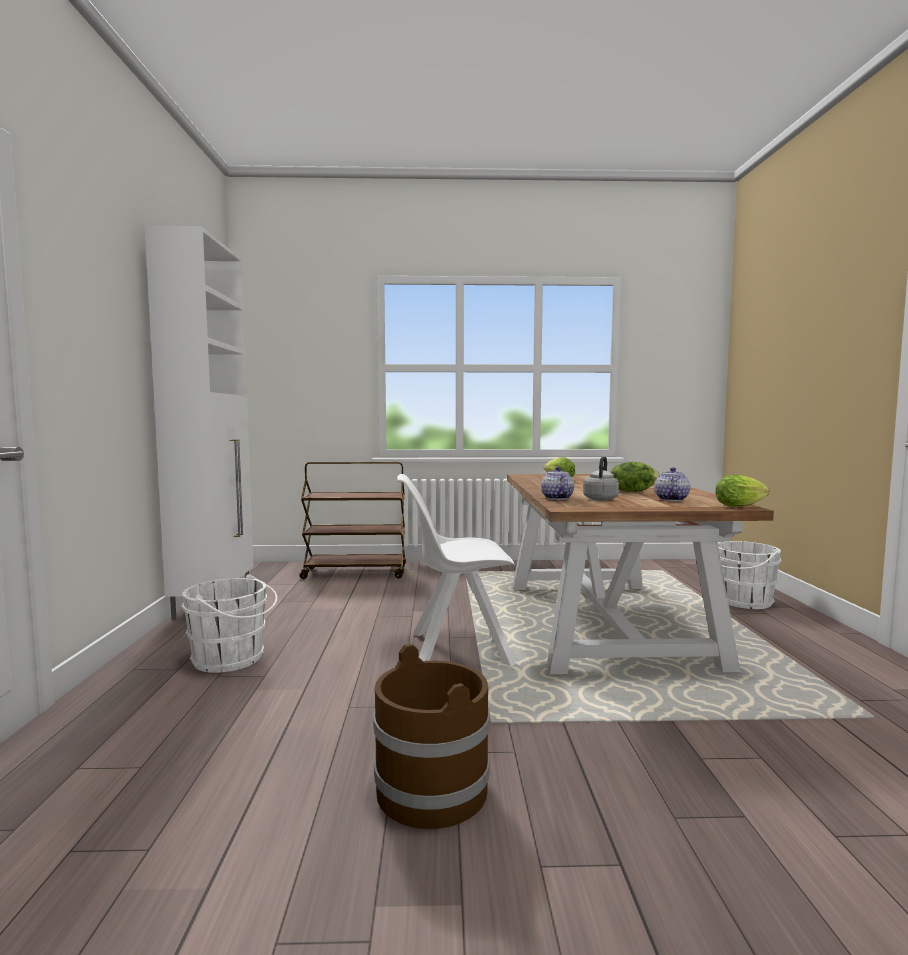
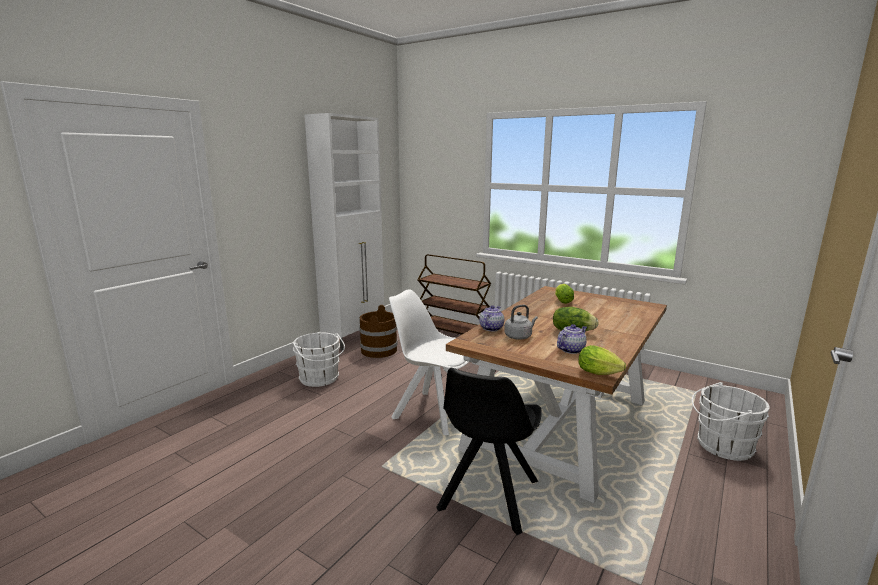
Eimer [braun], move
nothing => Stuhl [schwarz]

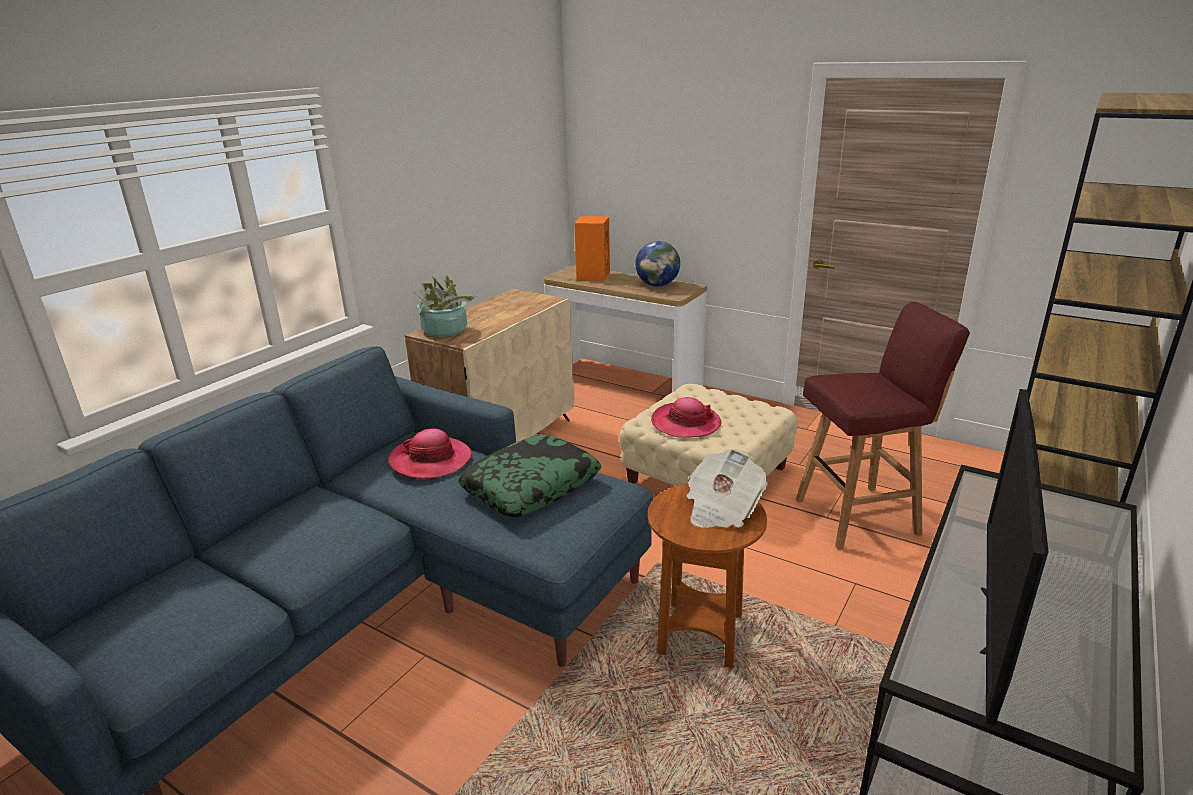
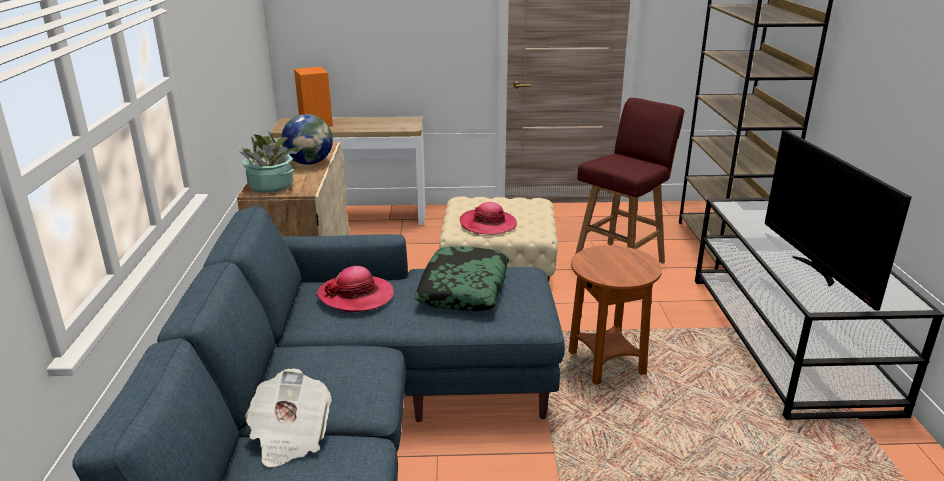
Globus, move
Zeitung, move

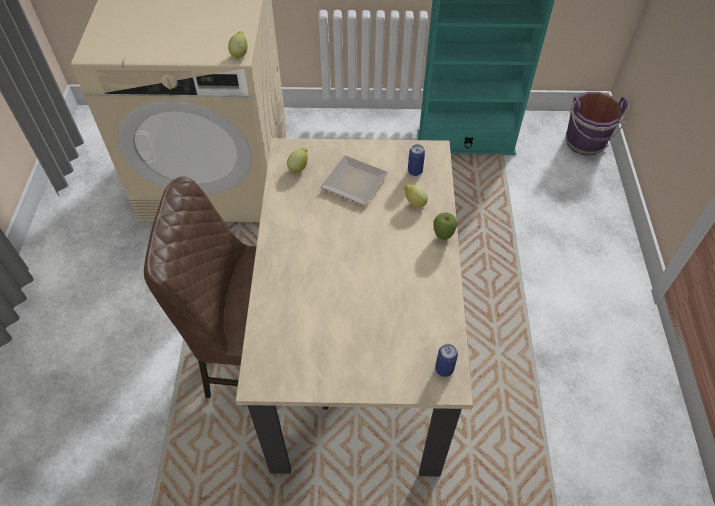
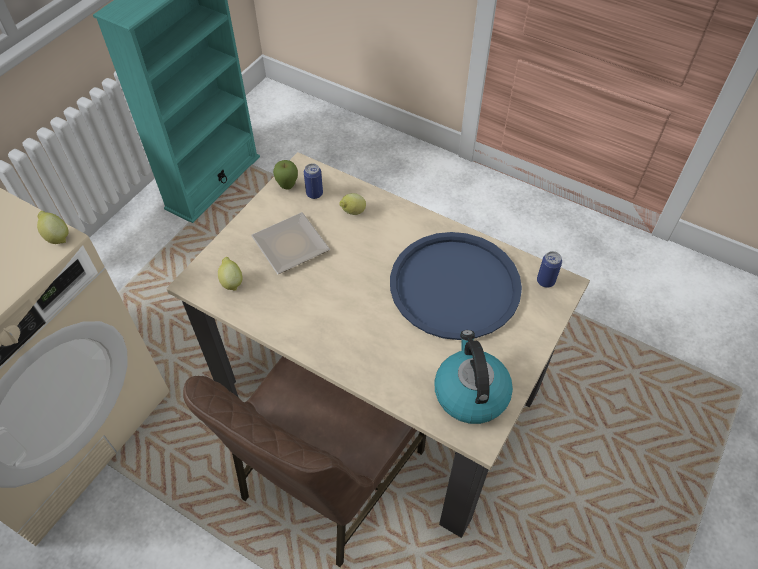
Eimer [lila] => nothing
Apfel, move
nothing => Tablett [blau]
nothing => Wasserkessel

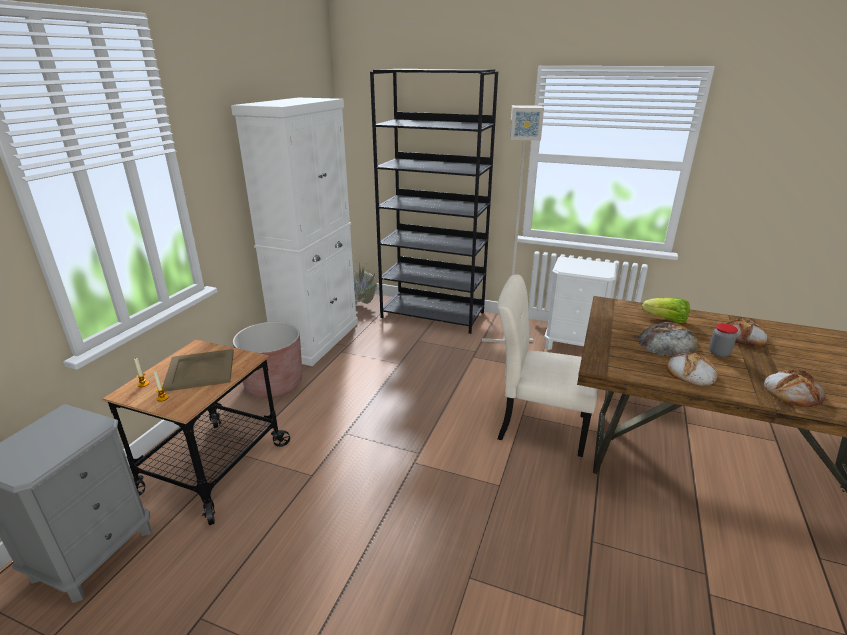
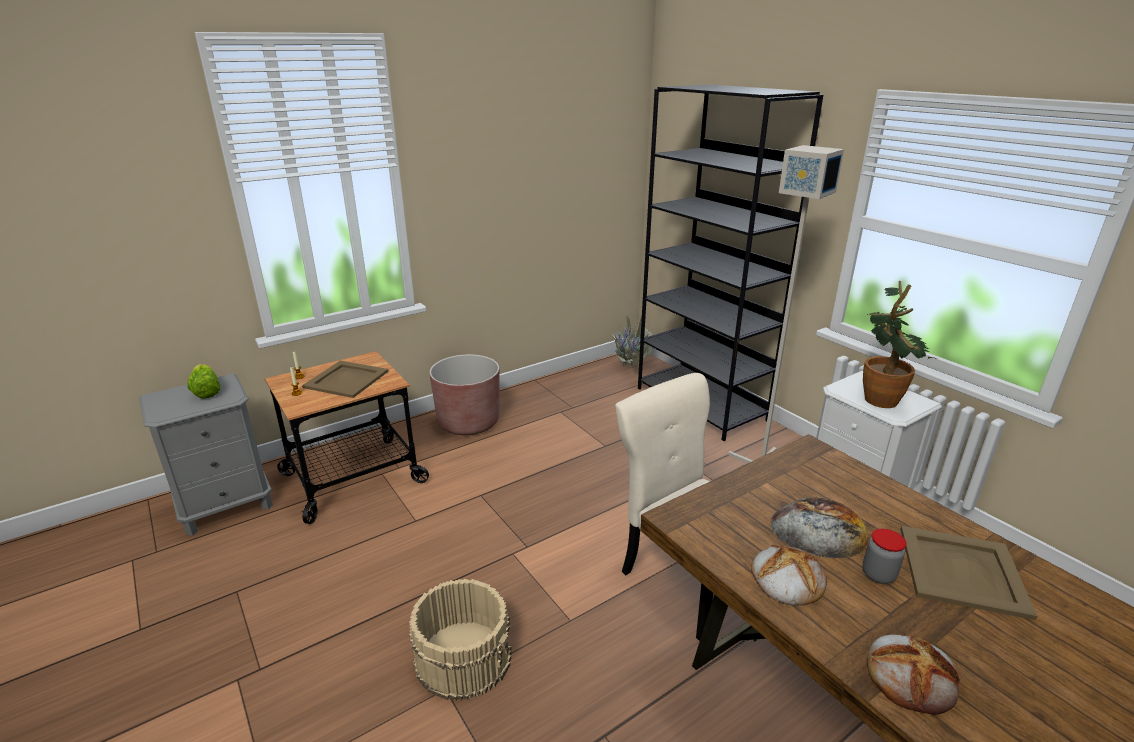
Schrank [weiß] => nothing
Salatkopf, move
Brot (3rd from left) => Tablett [beige] (2nd from left)
nothing => Topfpflanze (2nd from left)
nothing => Eimer [beige]

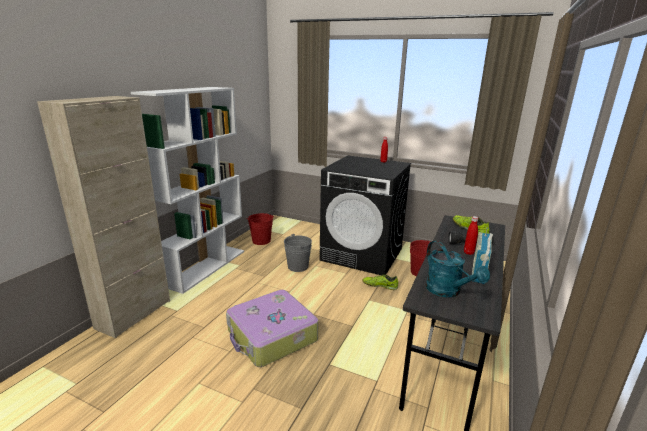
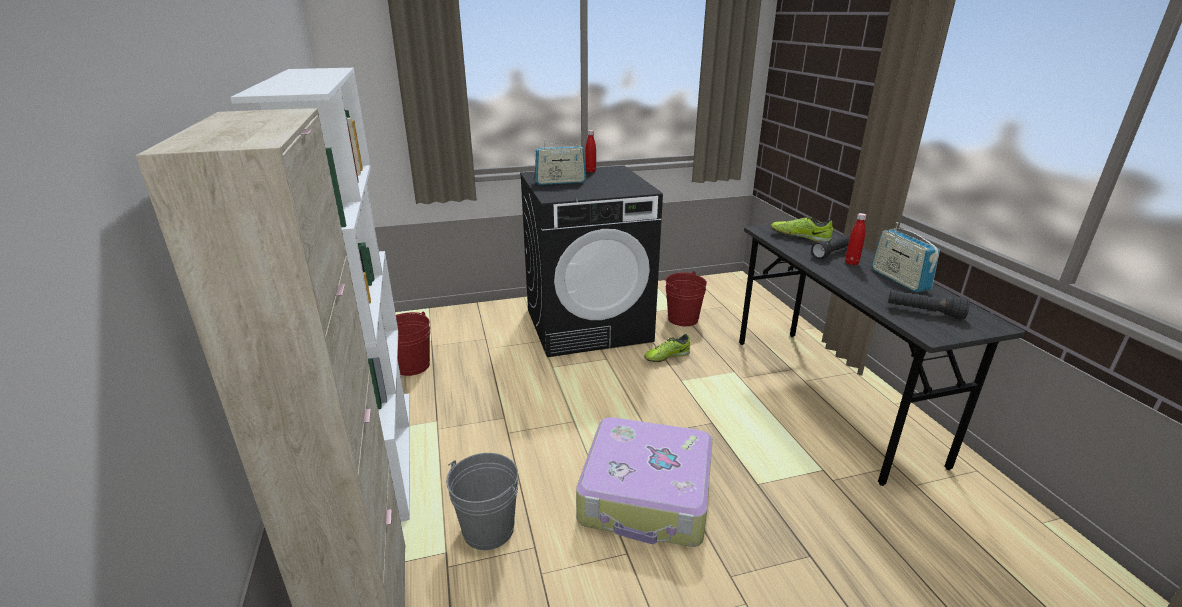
Eimer [grau], move
Gießkanne [türkis] => Taschenlampe [schwarz] (2nd from left)
nothing => Radio (1st from left)

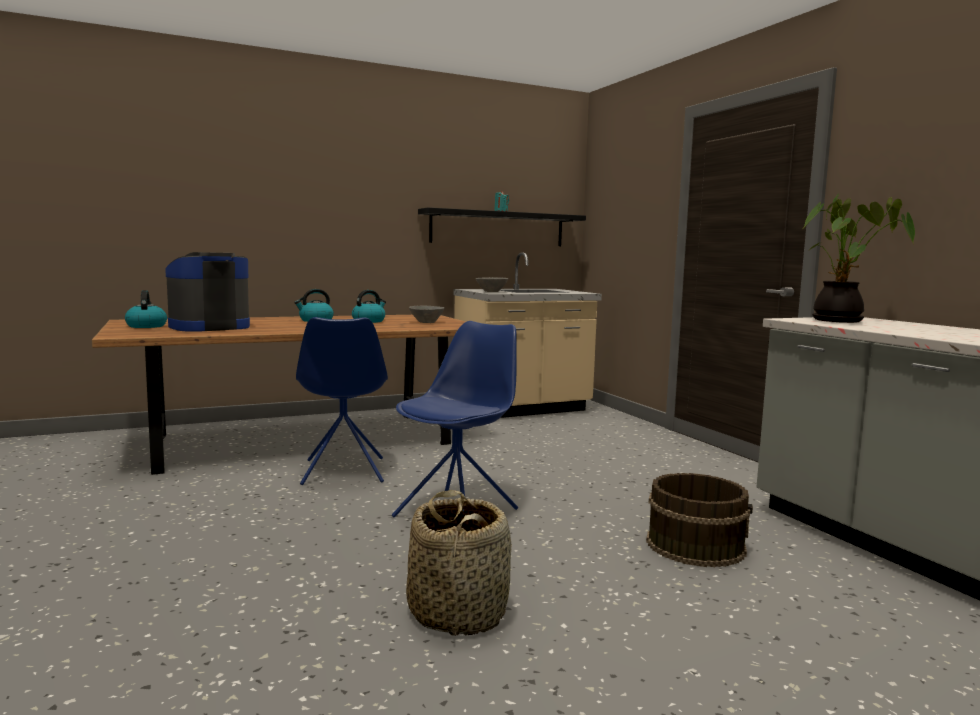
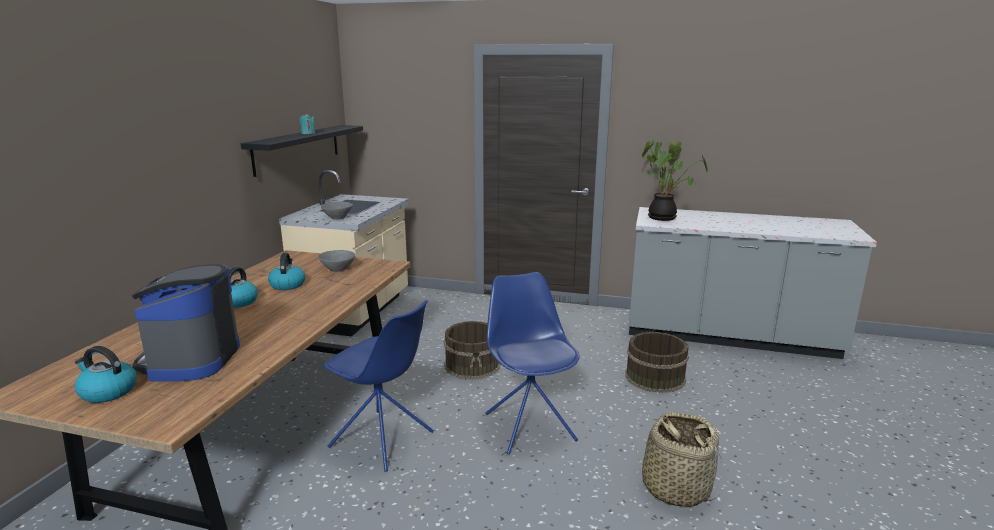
nothing => Eimer [braun] (1st from left)

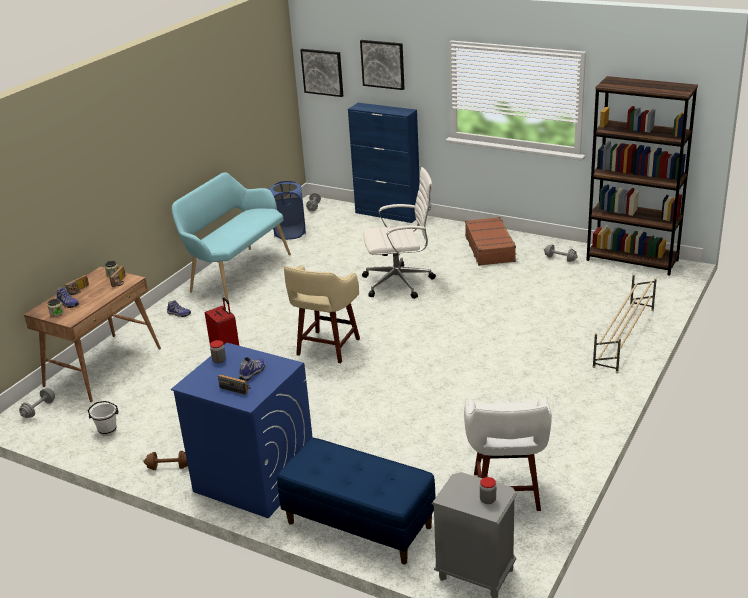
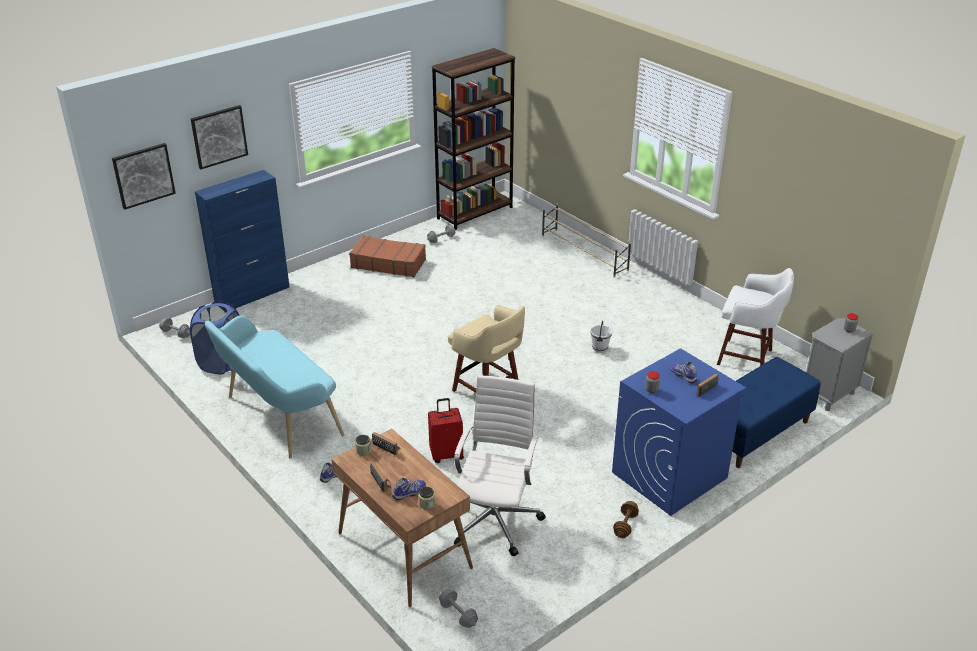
Bürostuhl [weiß], move
Eimer [weiß], move

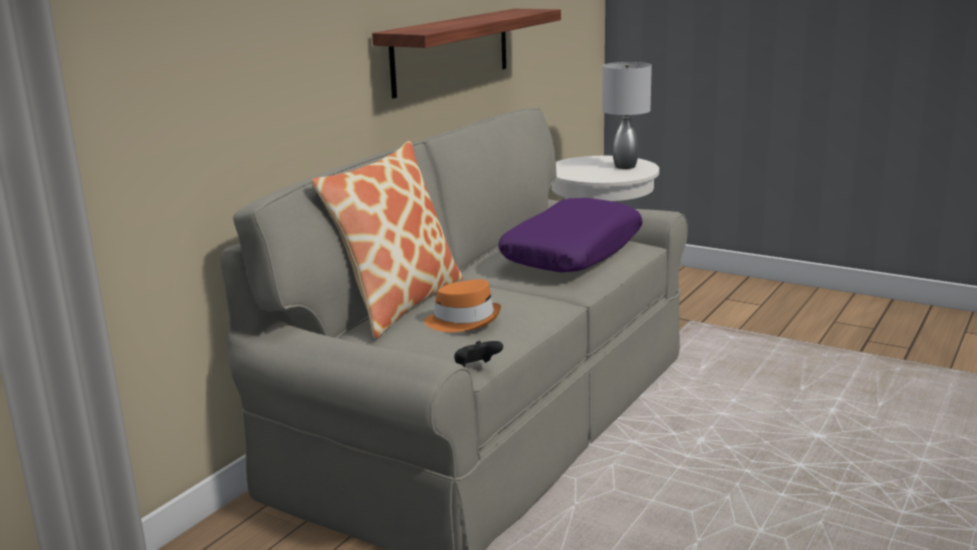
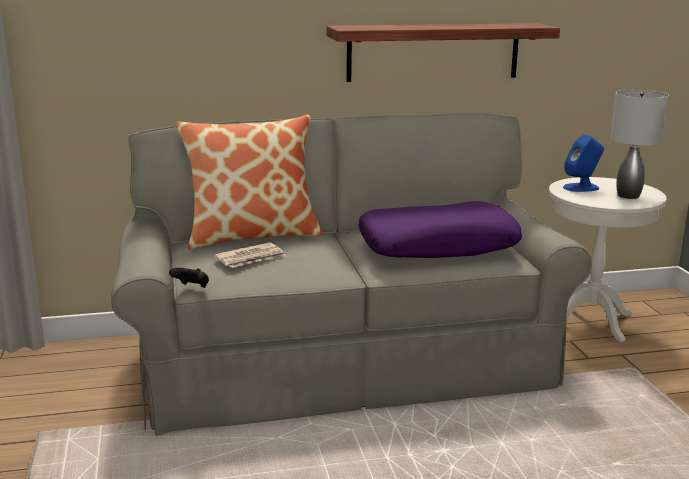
Hut [orange] => Zeitung
nothing => Lautsprecher [blau]

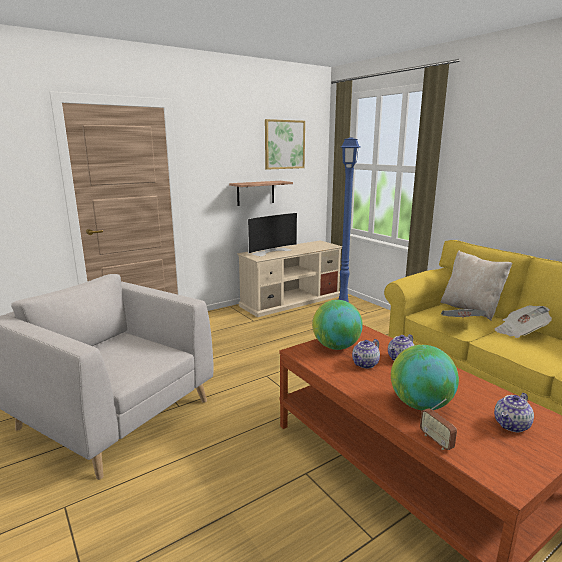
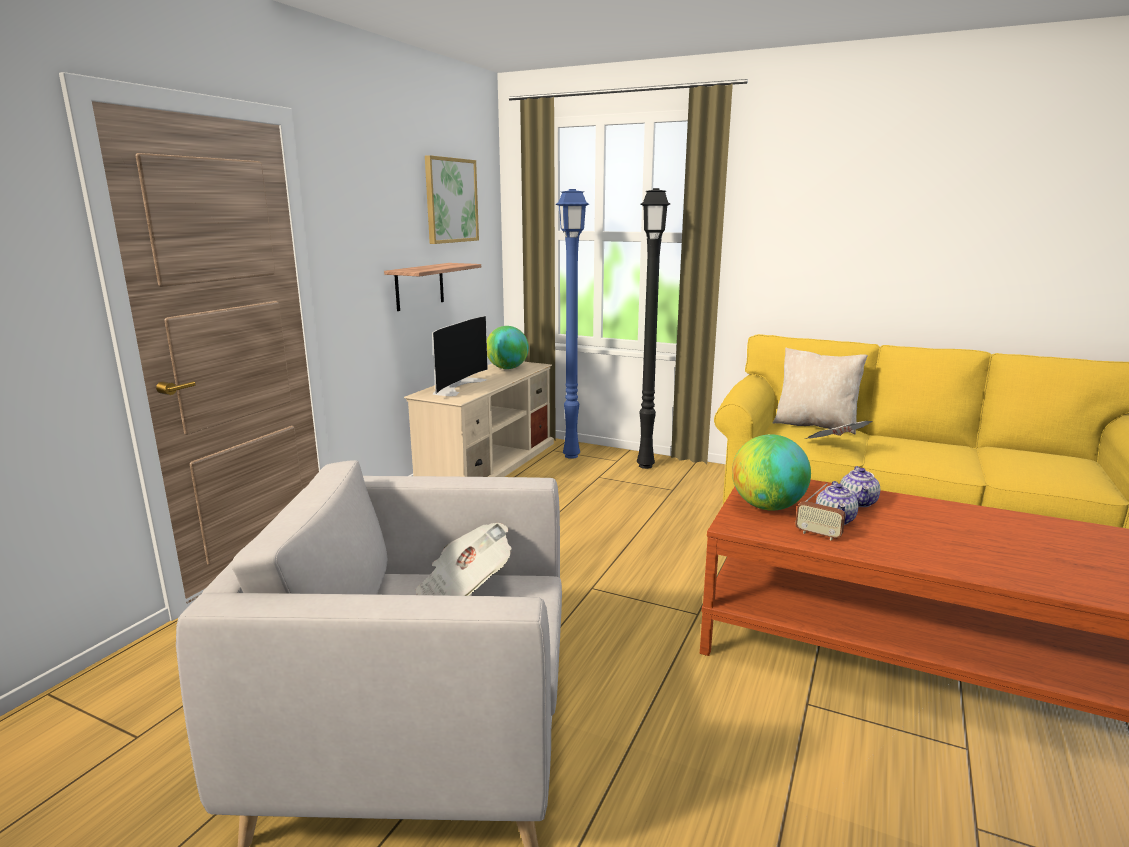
Zeitung (2nd from left in the first image) => Zeitung (1st from left), move
Globus (2nd from left in the first image) => Globus (1st from left), move
Teekanne (3rd from left) => nothing
Radio, move
nothing => Stehlampe [schwarz]

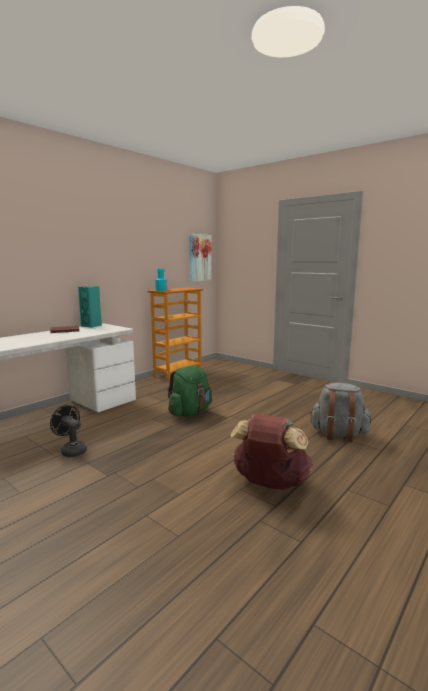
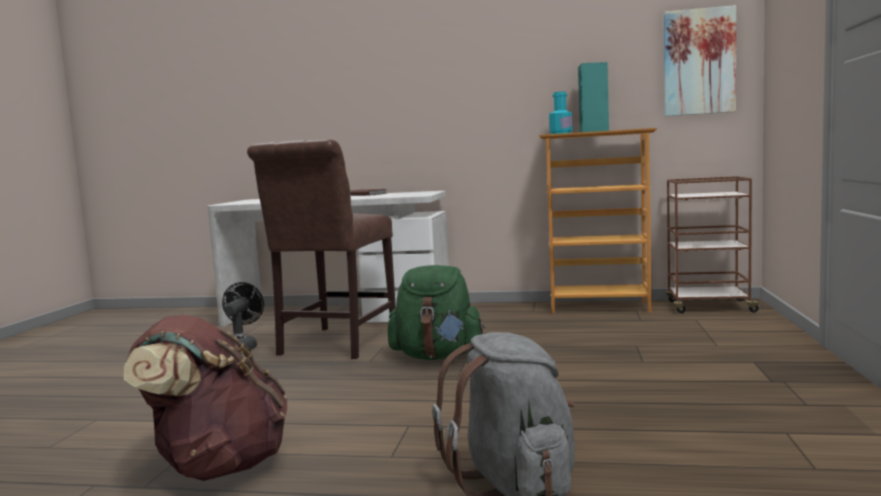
Lautsprecher [türkis], move
nothing => Stuhl [braun]
nothing => Rollwagen [braun]

